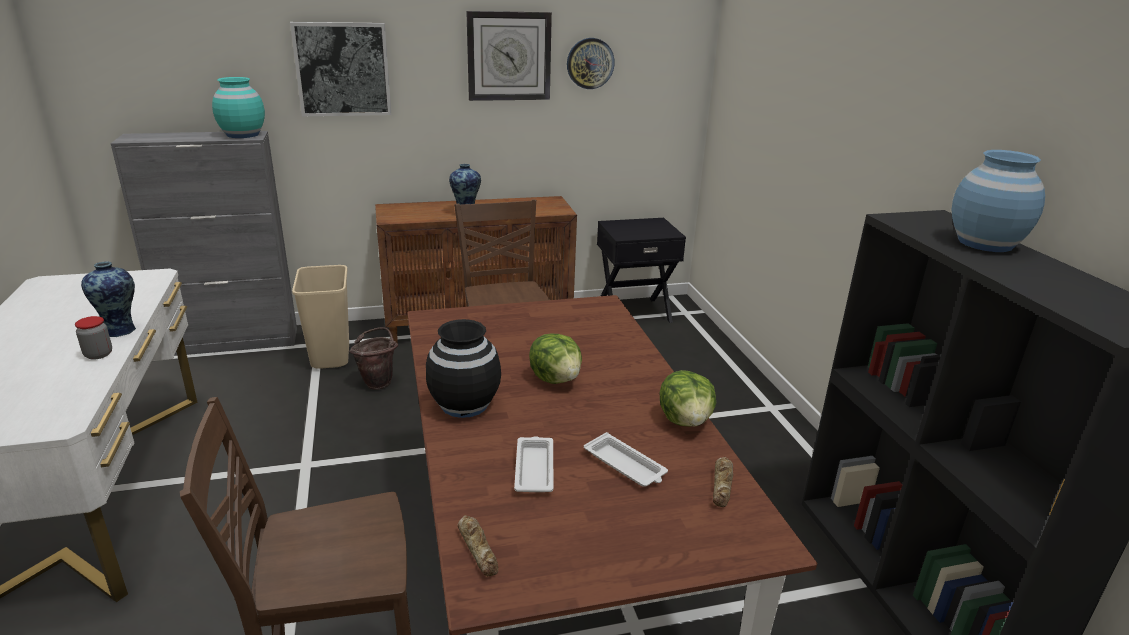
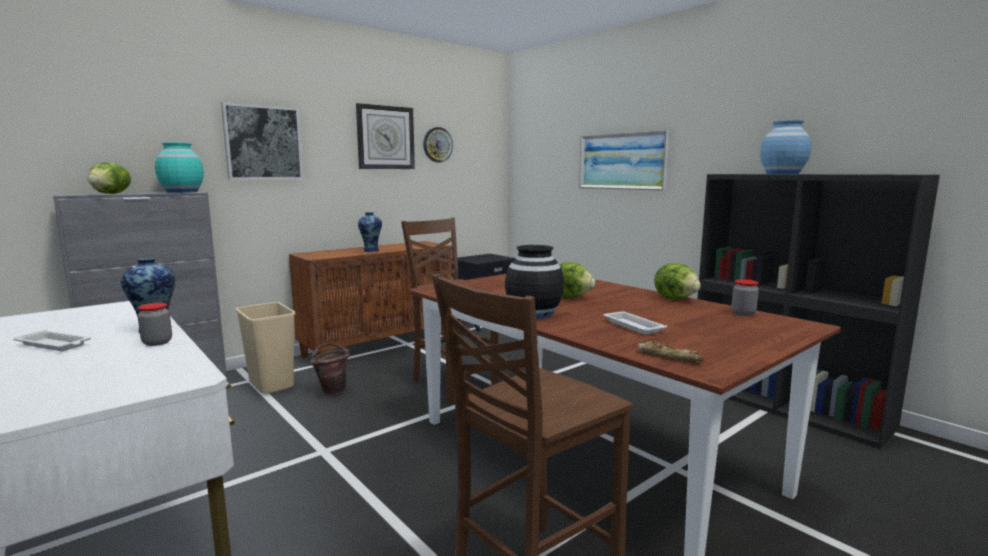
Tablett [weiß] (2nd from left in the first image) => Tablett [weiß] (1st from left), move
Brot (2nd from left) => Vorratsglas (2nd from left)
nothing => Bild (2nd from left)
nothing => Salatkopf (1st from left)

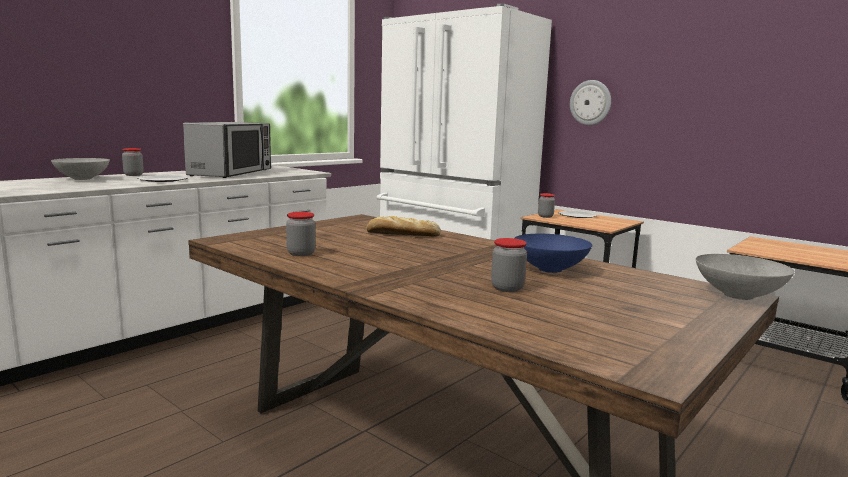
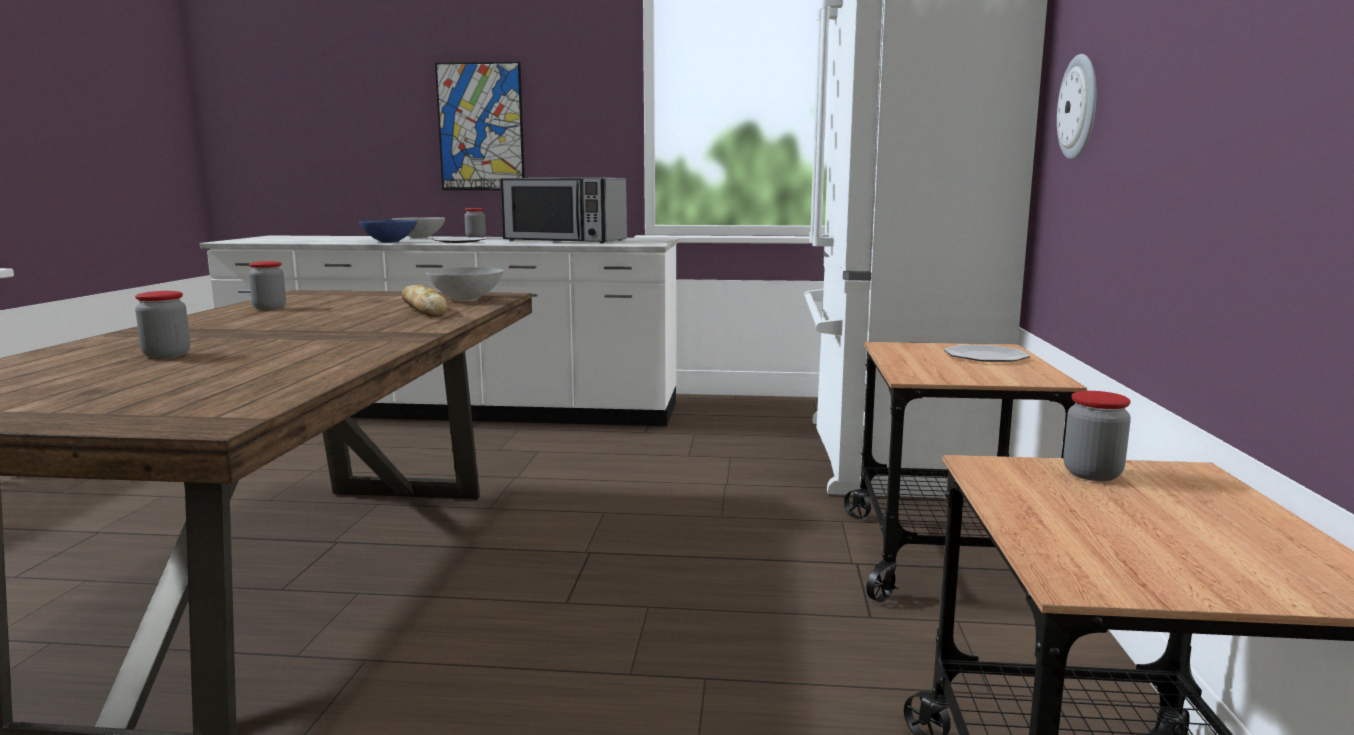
Mikrowelle, 45 degrees clockwise
Vorratsglas (4th from left), move
Schüssel [blau], move
Schüssel [grau] (2nd from left), move
nothing => Bild

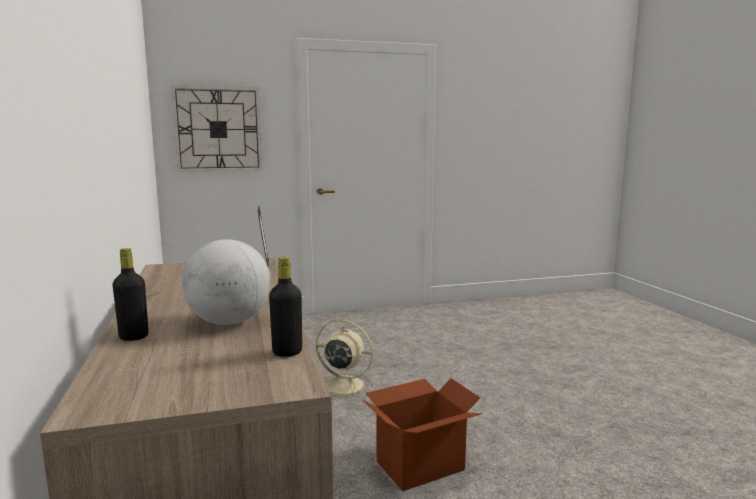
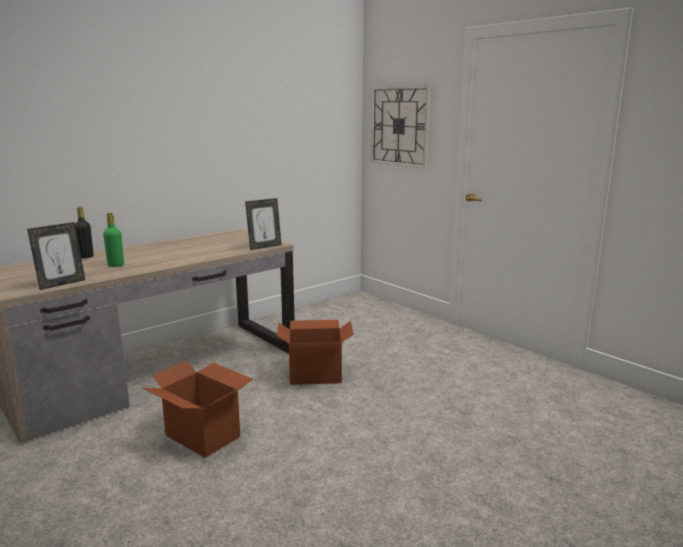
Globus => Flasche [grün]
Flasche [schwarz] (2nd from left) => Bilderrahmen (1st from left)
Ventilator [beige] => Karton (2nd from left)

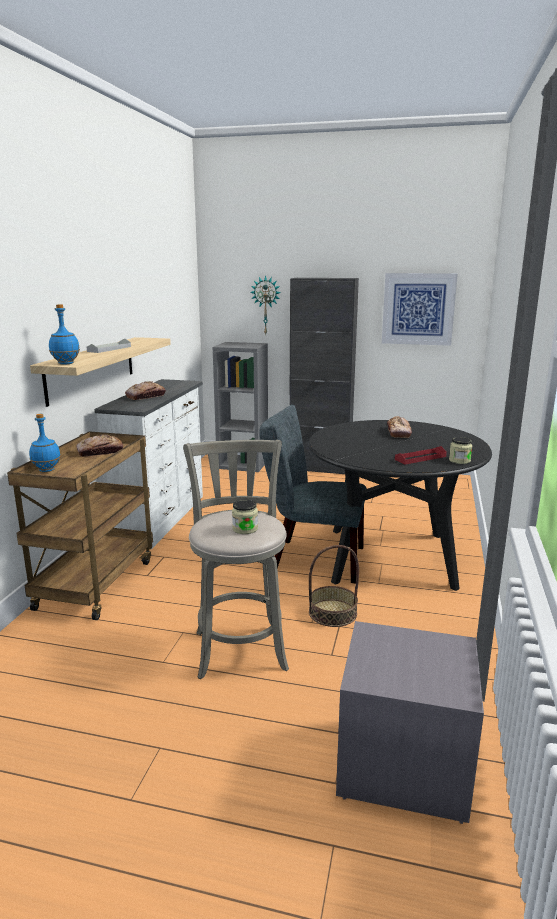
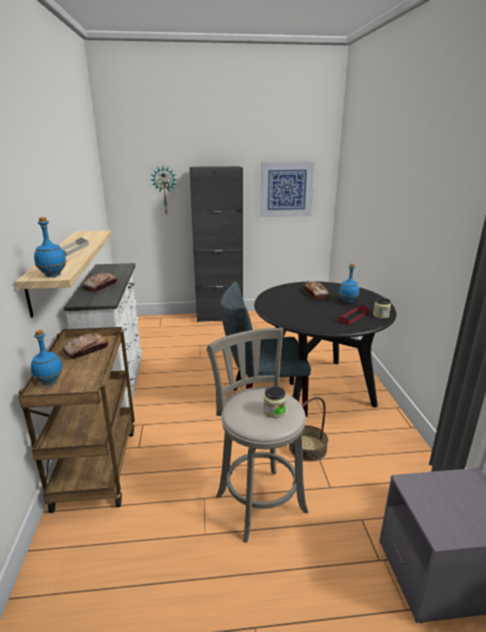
Bücherregal [grau] => nothing
nothing => Flasche [blau] (3rd from left)

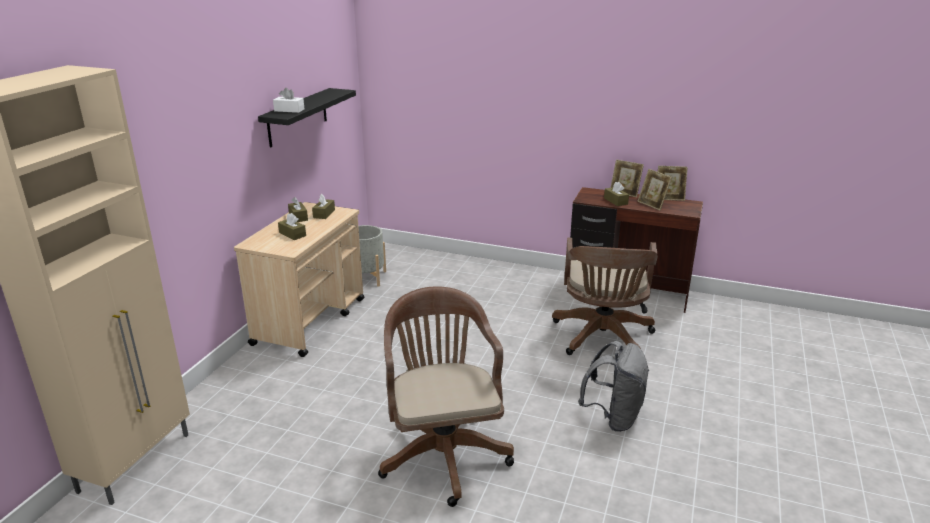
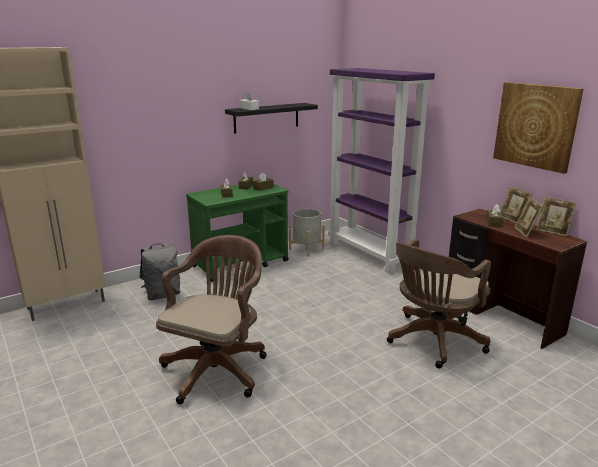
Rollwagen [beige] => Rollwagen [grün]
Rucksack [grau], move
nothing => Bücherregal [lila]
nothing => Bild

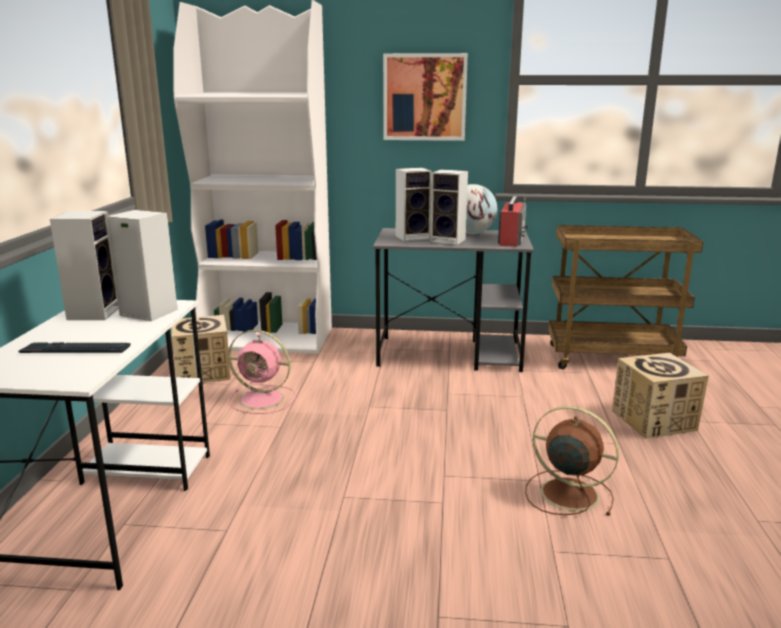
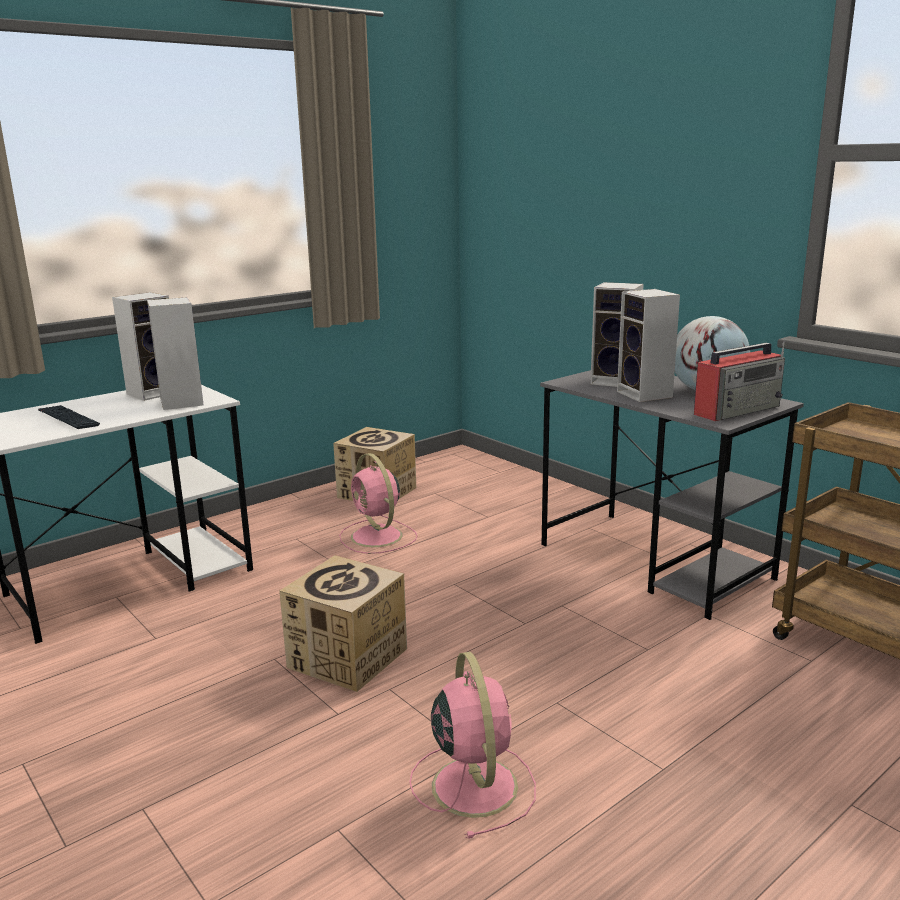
Bücherregal [weiß] => nothing
Bild => nothing
Karton (2nd from left in the first image) => Karton (1st from left), move
Ventilator [braun] => Ventilator [rosa] (2nd from left)

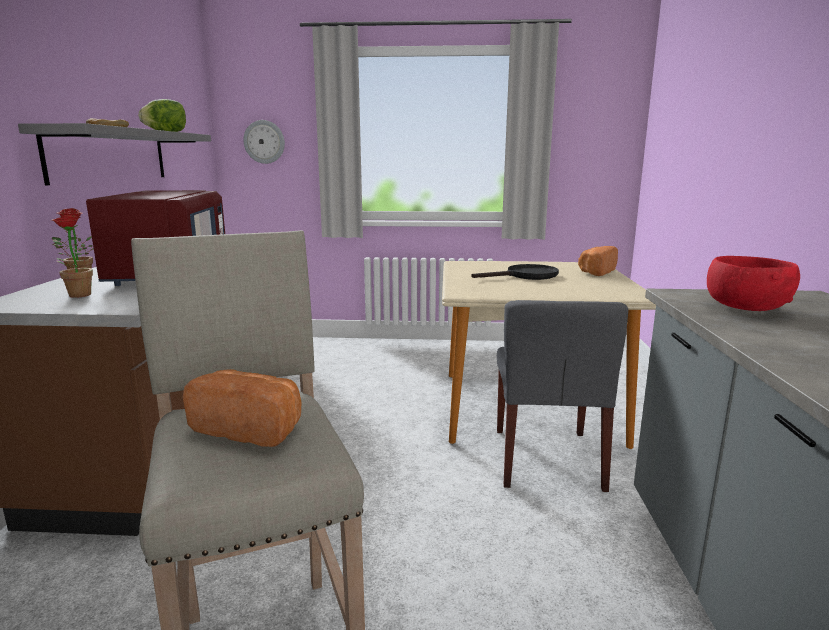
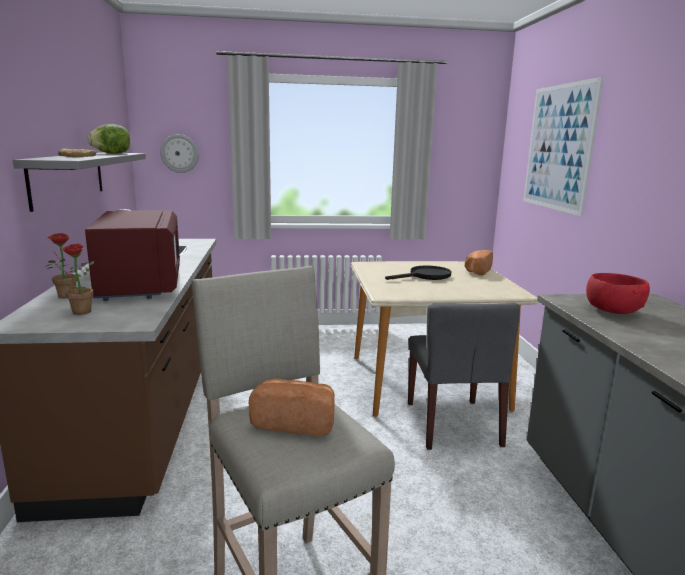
nothing => Bild

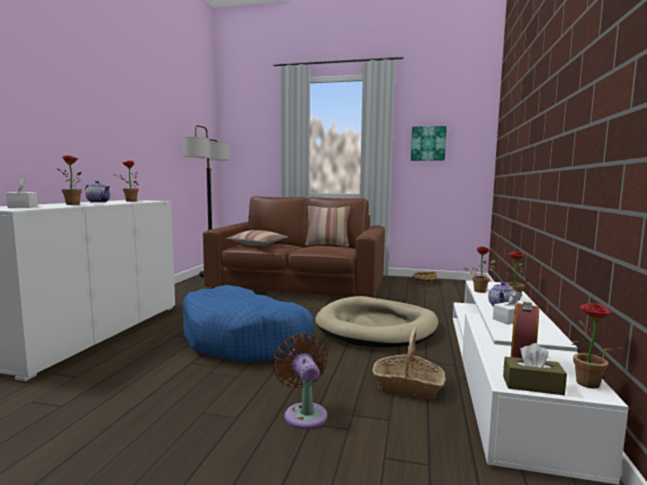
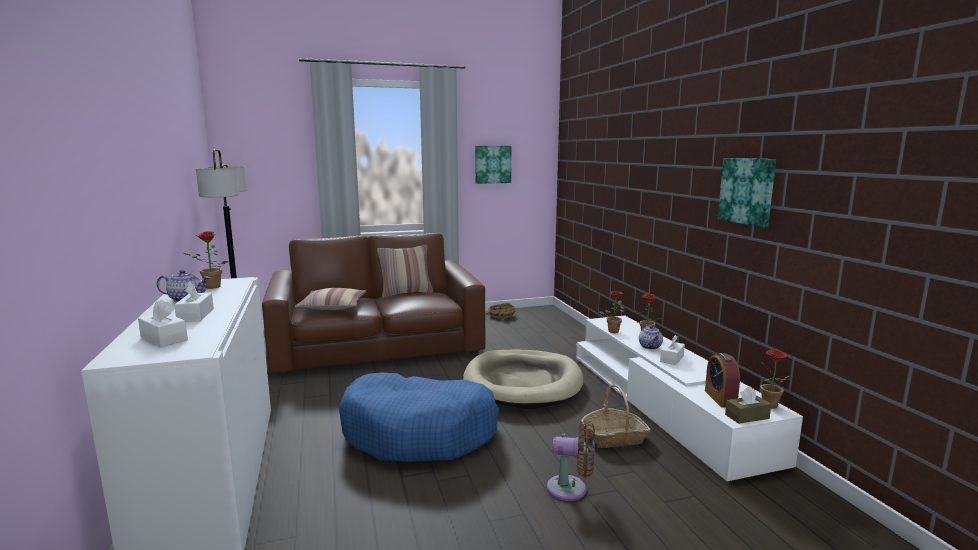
Topfpflanze (1st from left) => Taschentuchbox [weiß] (2nd from left)
Ventilator [braun], 150 degrees clockwise
nothing => Bild (2nd from left)

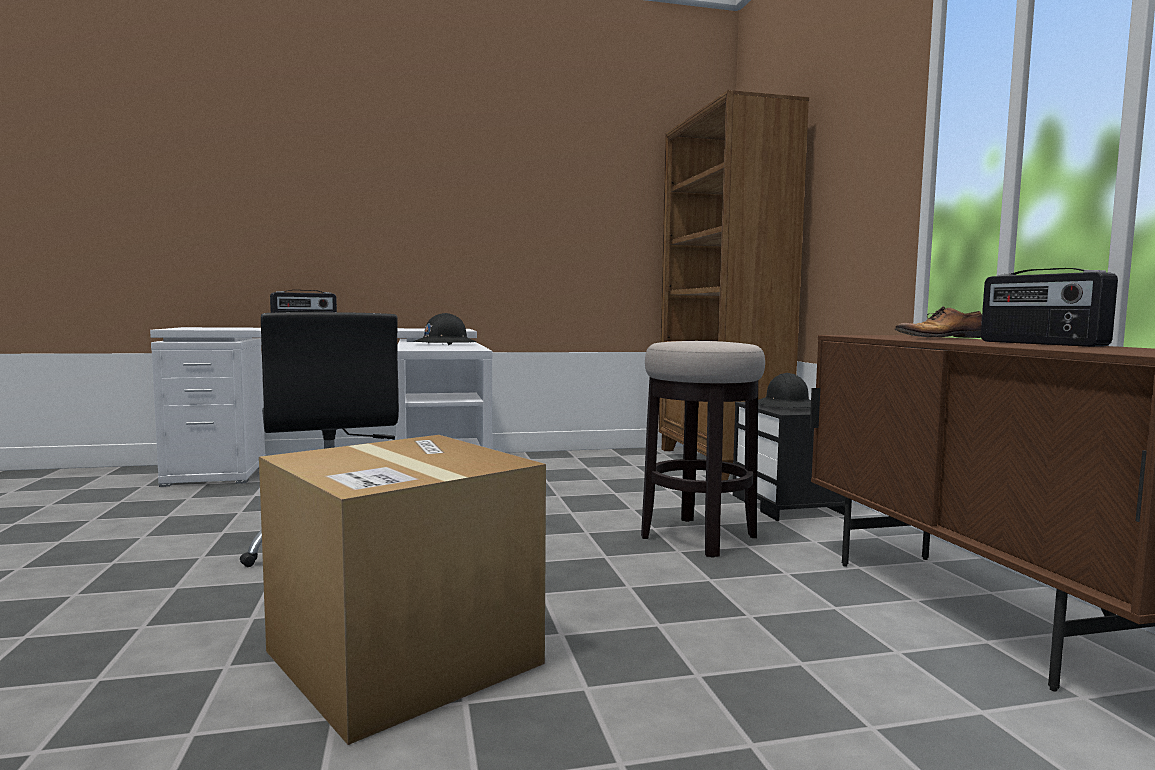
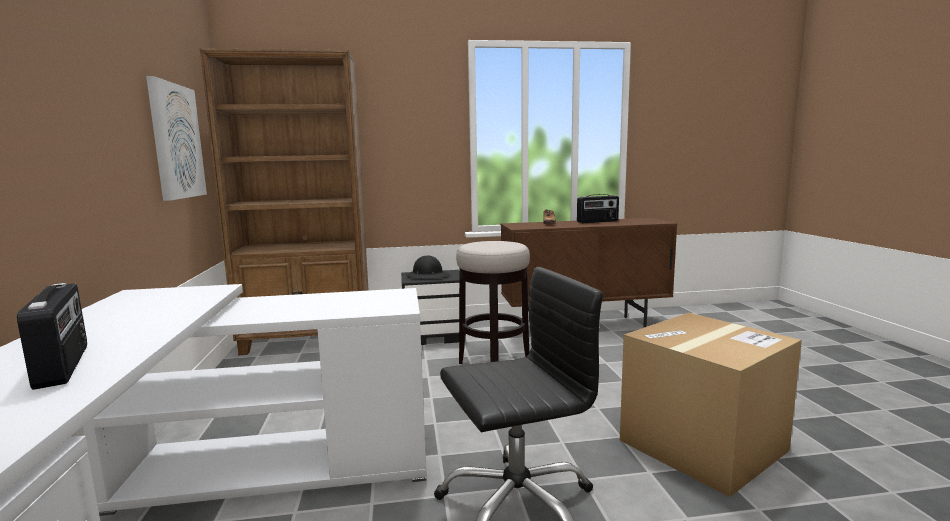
Schutzhelm [schwarz] (1st from left) => nothing
nothing => Bild

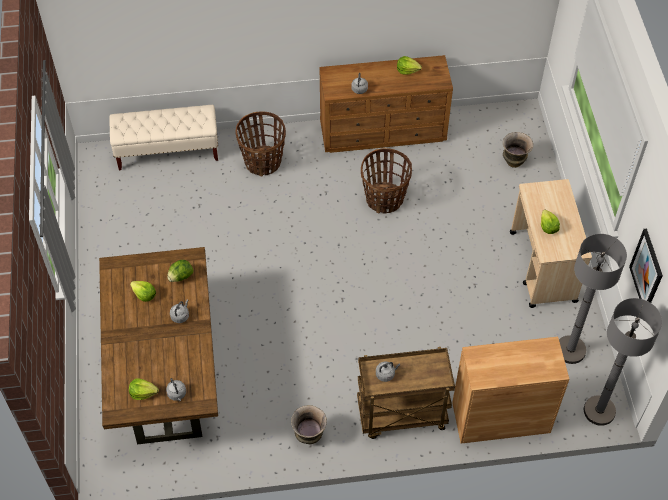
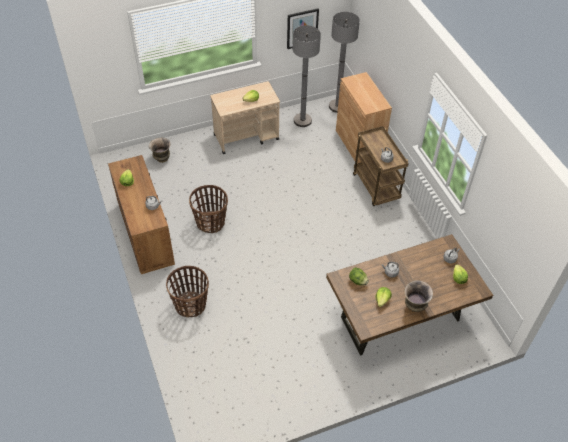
Bank [beige] => nothing
Vase (1st from left in the first image) => Vase (2nd from left), move

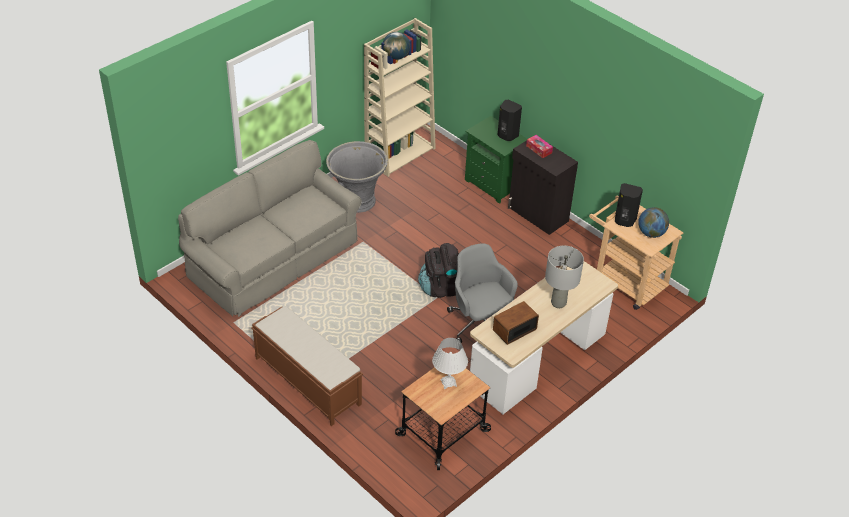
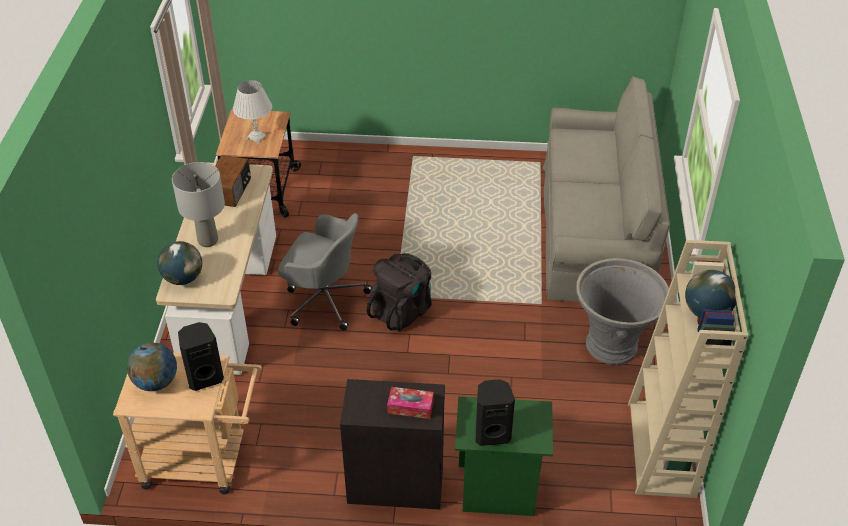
Bank [braun] => nothing
nothing => Globus (2nd from left)

